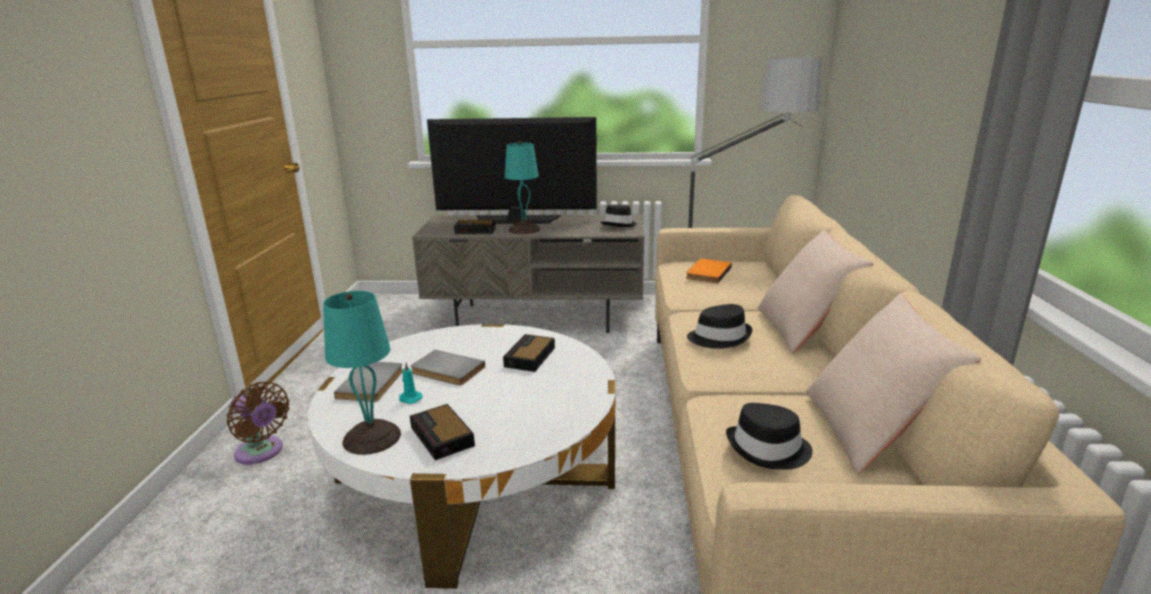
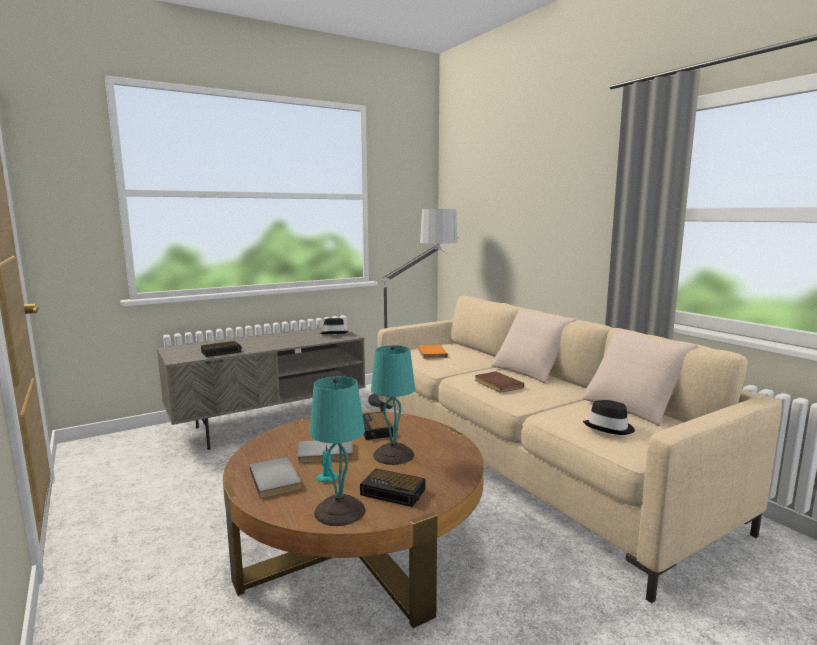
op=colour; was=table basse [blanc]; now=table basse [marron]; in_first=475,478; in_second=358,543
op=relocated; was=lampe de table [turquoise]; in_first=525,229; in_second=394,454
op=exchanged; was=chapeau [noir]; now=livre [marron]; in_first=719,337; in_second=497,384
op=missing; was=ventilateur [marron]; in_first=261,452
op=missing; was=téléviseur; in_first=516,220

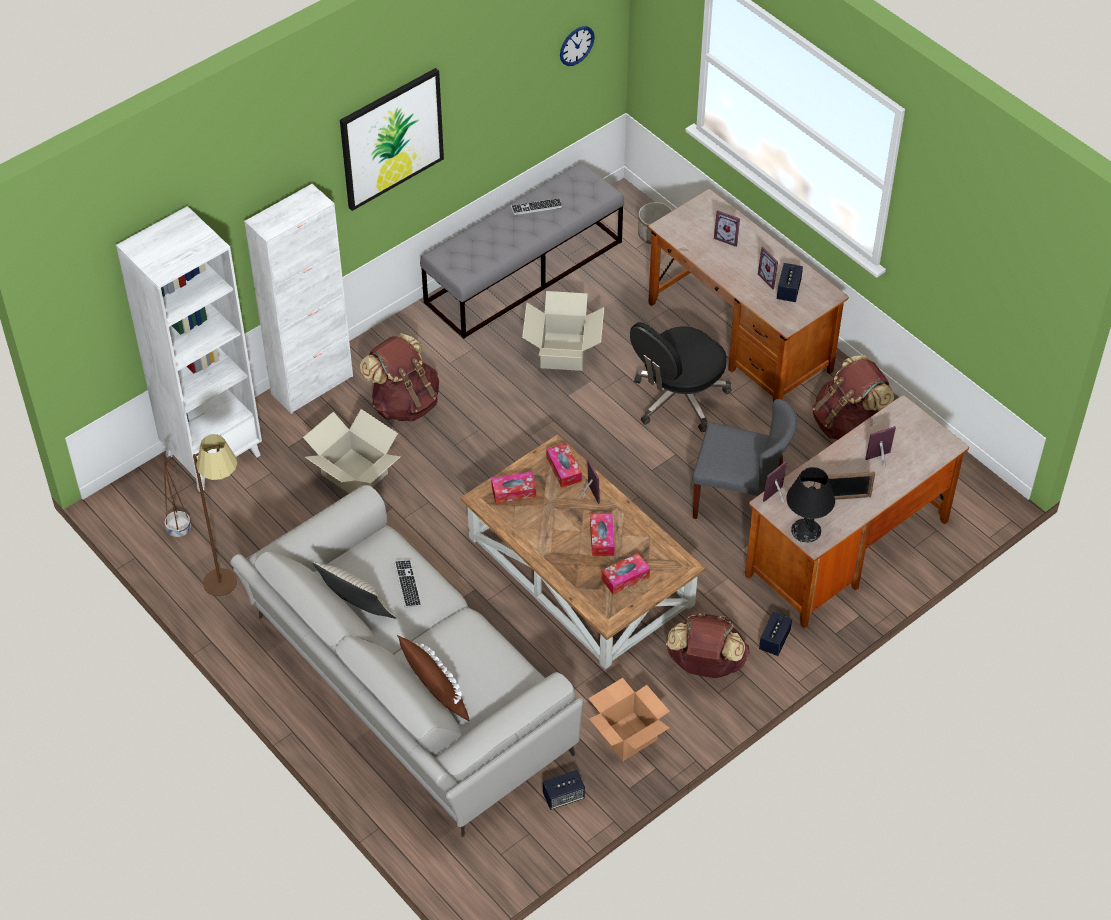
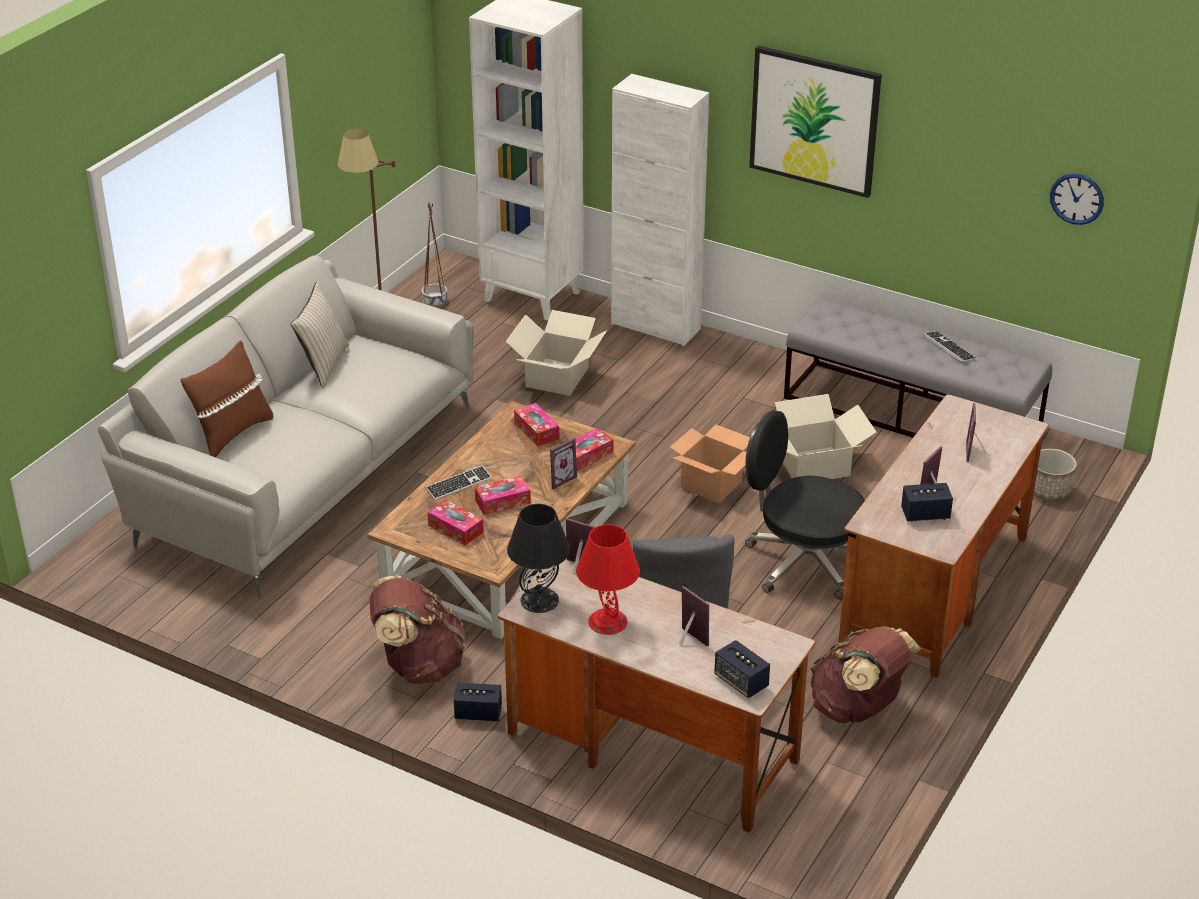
op=relocated; was=clavier; in_first=407,584; in_second=458,484
op=exchanged; was=cadre photo; now=lampe de table [rouge]; in_first=844,498; in_second=608,621
op=relocated; was=carton; in_first=627,737; in_second=710,485
op=relocated; was=enceinte; in_first=563,796; in_second=741,682
op=missing; was=sac à dos [marron]; in_first=404,403

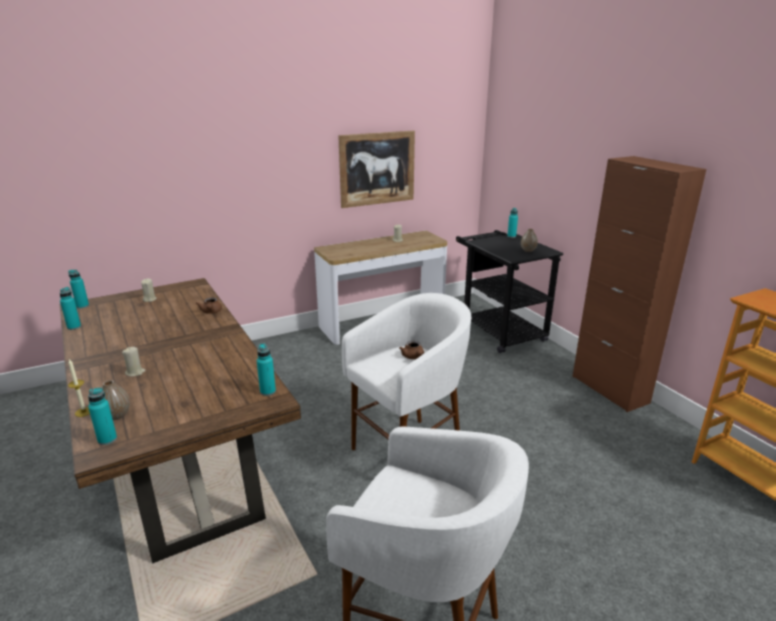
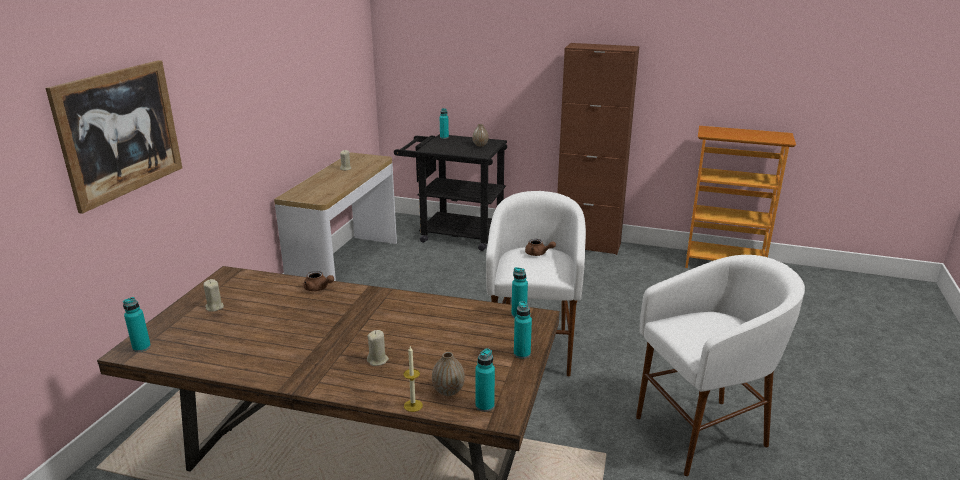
op=relocated; was=tableau; in_first=377,168; in_second=120,132
op=relocated; was=bouteille [turquoise]; in_first=74,327; in_second=522,354

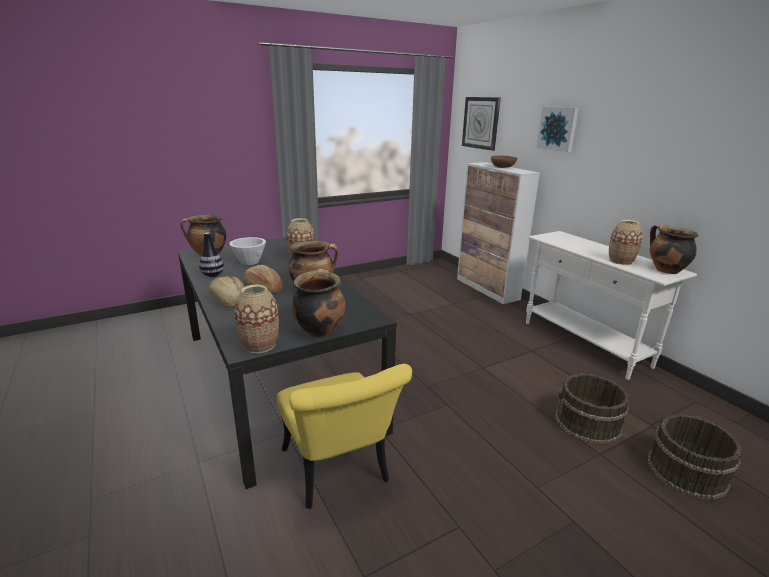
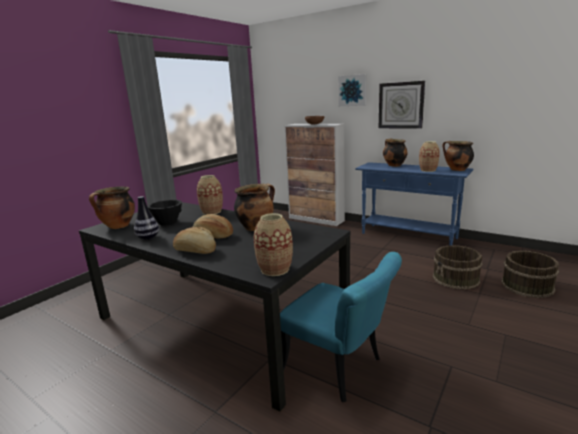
op=colour; was=bol [blanc]; now=bol [noir]; in_first=250,262; in_second=167,222
op=colour; was=chaise [jaune]; now=chaise [turquoise]; in_first=339,473; in_second=340,368
op=colour; was=table console [blanc]; now=table console [bleu]; in_first=584,344; in_second=408,236
op=relocated; was=horloge murale; in_first=481,123; in_second=401,105
op=relocated; was=marmite; in_first=319,330; in_second=393,165

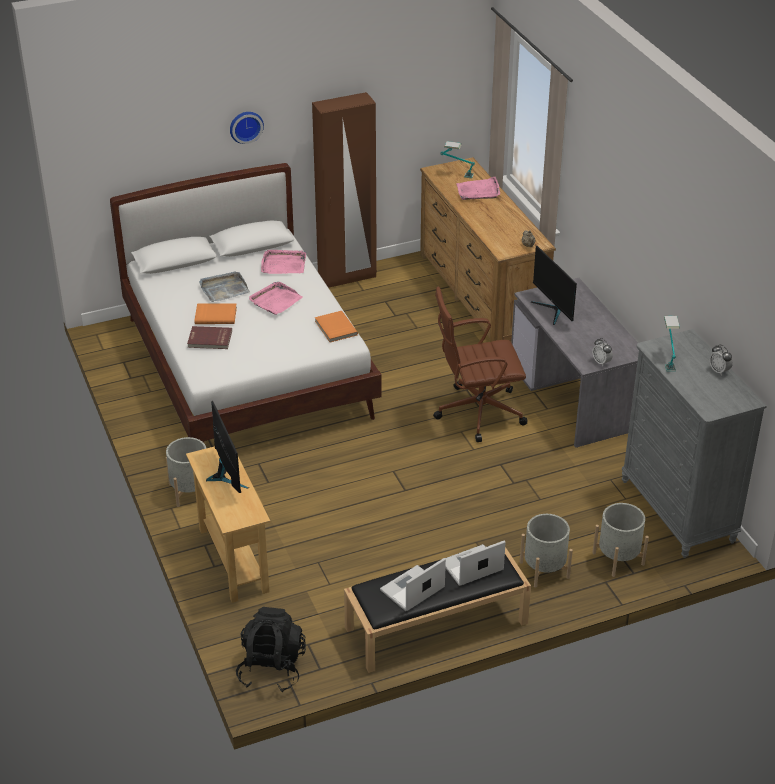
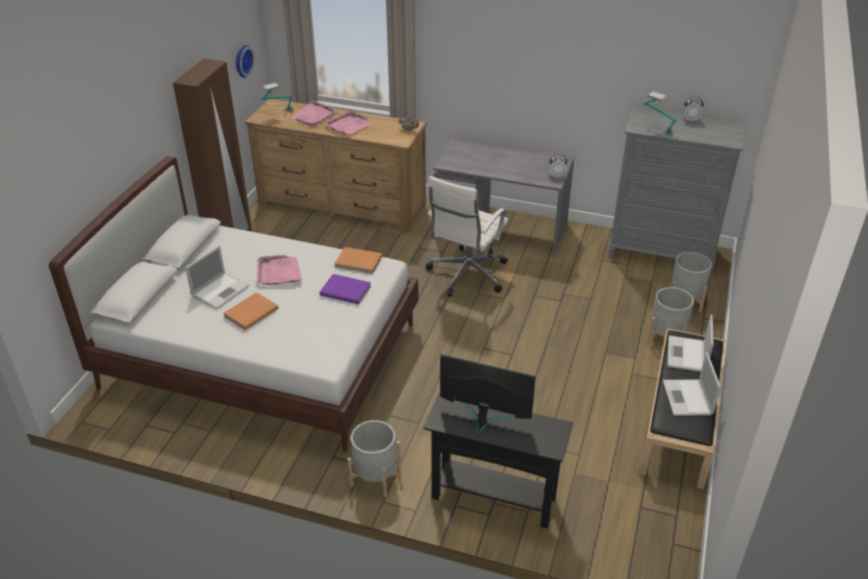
op=exchanged; was=plateau [gris]; now=ordinateur portable; in_first=223,289; in_second=221,290
op=relocated; was=horloge murale; in_first=245,126; in_second=242,61
op=appeared; now=livre [violet]; in_second=346,290
op=relocated; was=plateau [rose]; in_first=283,264; in_second=348,125
op=colour; was=table console [beige]; now=table console [noir]; in_first=233,560; in_second=493,497
op=colour; was=chaise de bureau [marron]; now=chaise de bureau [blanc]; in_first=477,412; in_second=466,275
op=missing; was=livre [rouge]; in_first=209,339
op=missing; was=sac à dos [noir]; in_first=271,668
op=missing; was=écran d'ordinateur; in_first=553,310

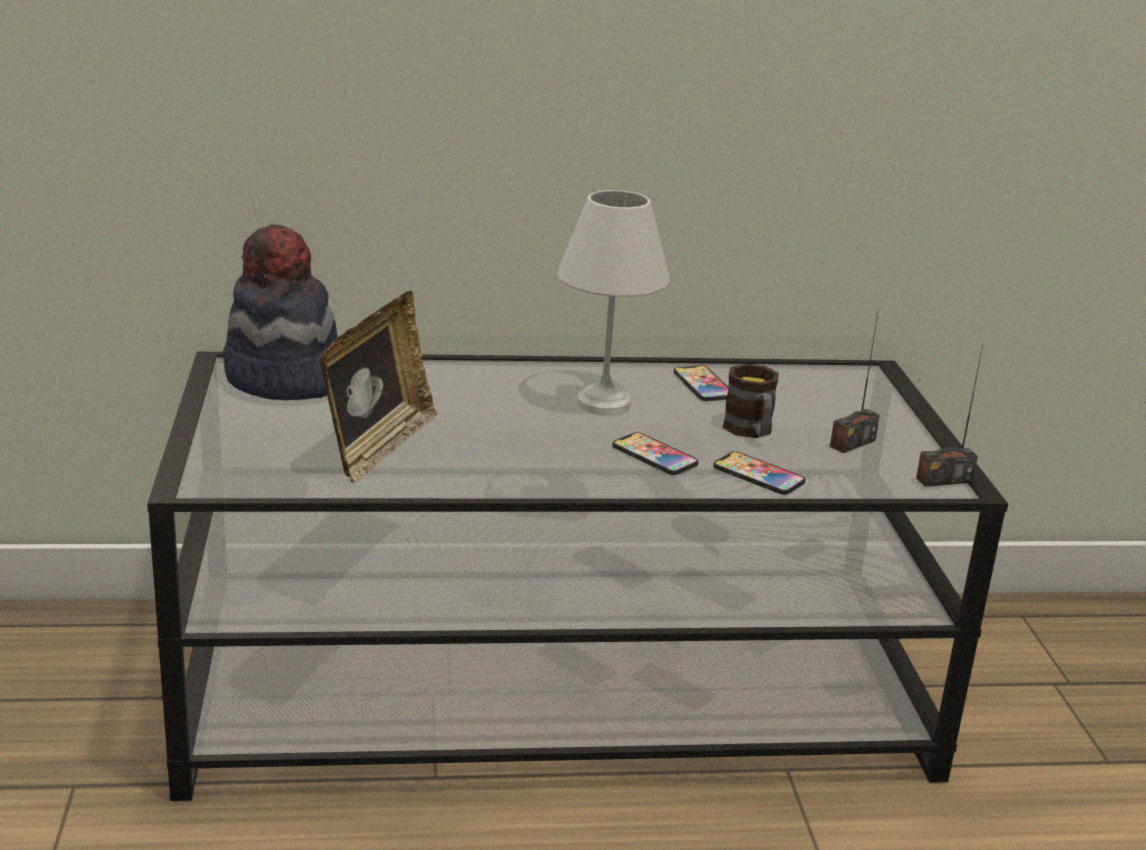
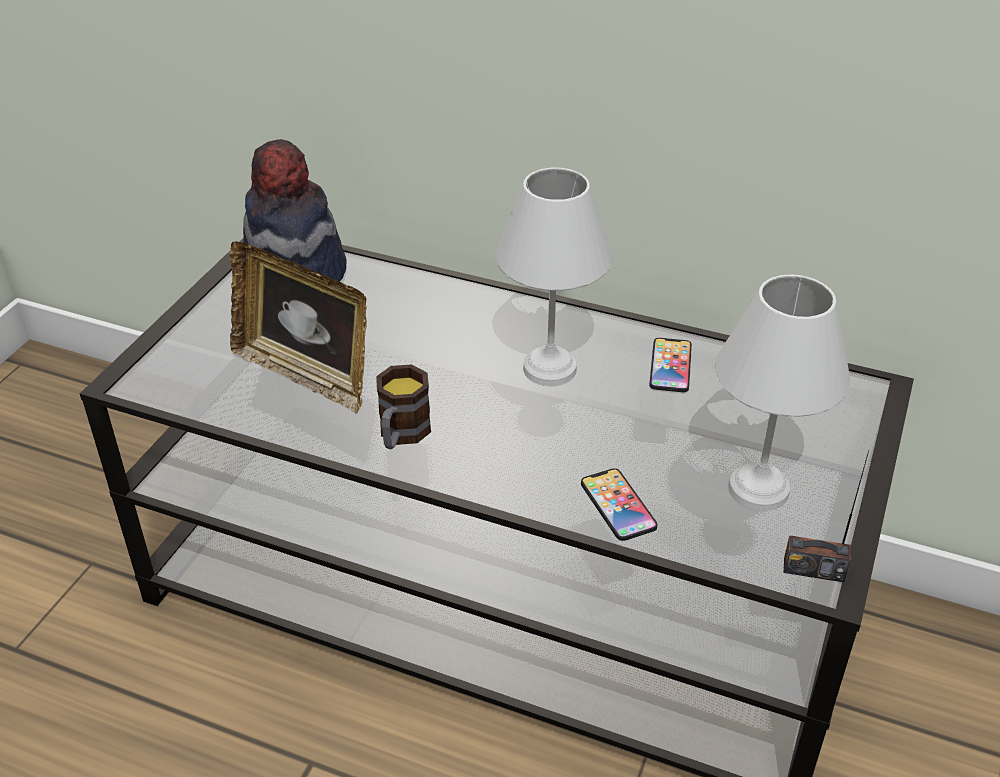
op=spun; was=cadre photo; in_first=377,447; in_second=305,374; clockwise=75
op=relocated; was=mug; in_first=751,431; in_second=401,435
op=exchanged; was=radio; now=lampe de table [blanc]; in_first=852,443; in_second=759,487
op=missing; was=téléphone; in_first=654,455

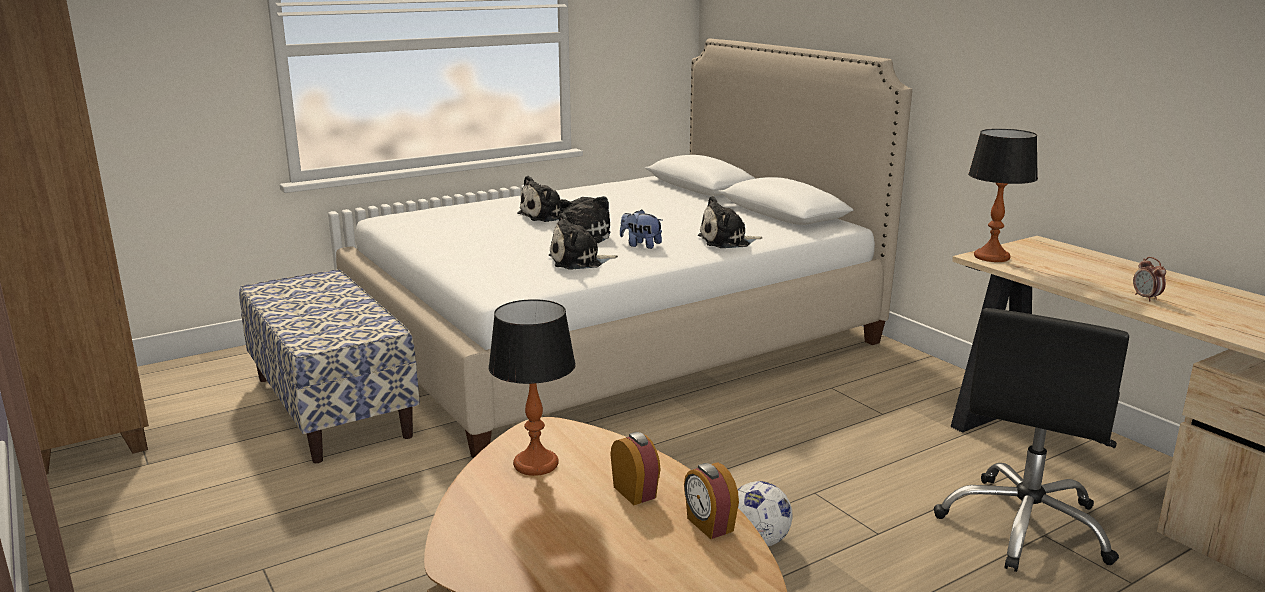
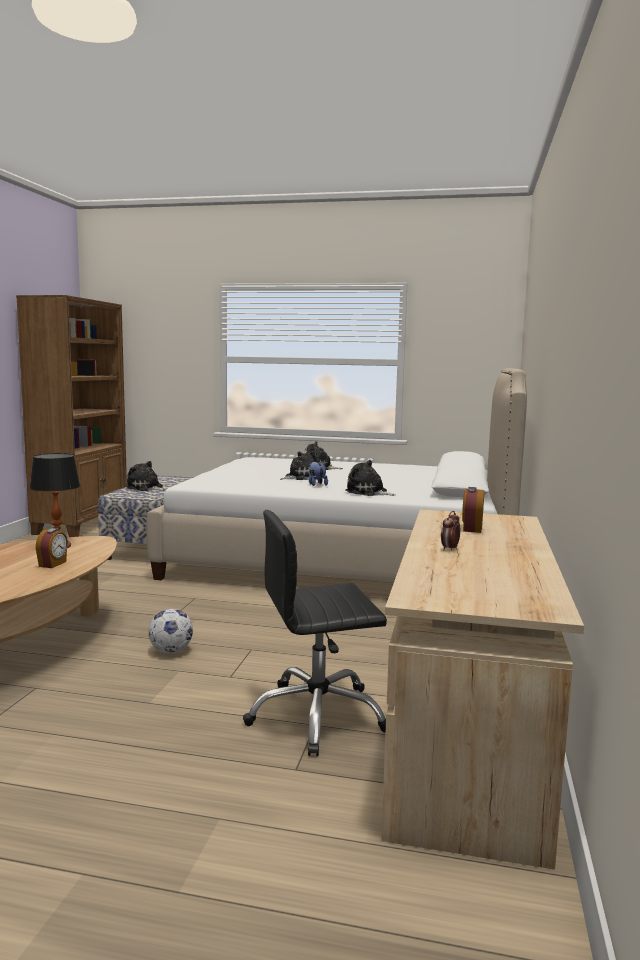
op=relocated; was=peluche; in_first=579,261; in_second=146,488
op=relocated; was=réveil; in_first=709,525; in_second=471,529
op=missing; was=lampe de table; in_first=992,257

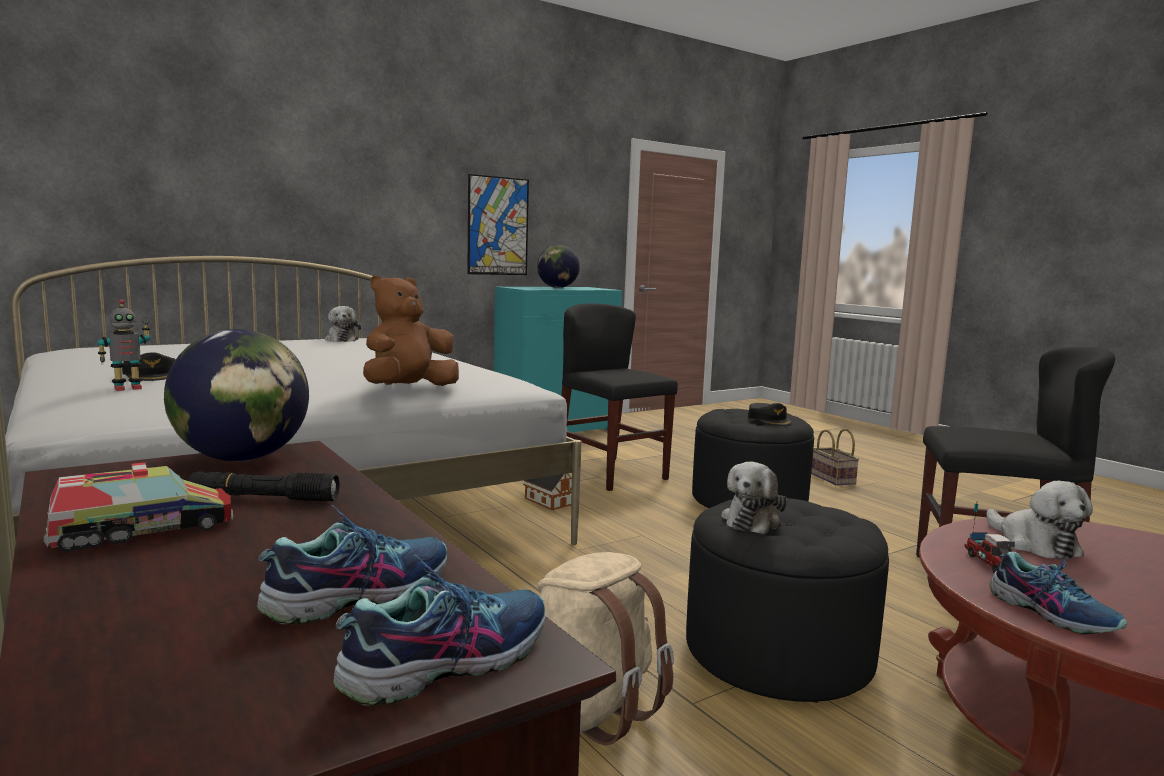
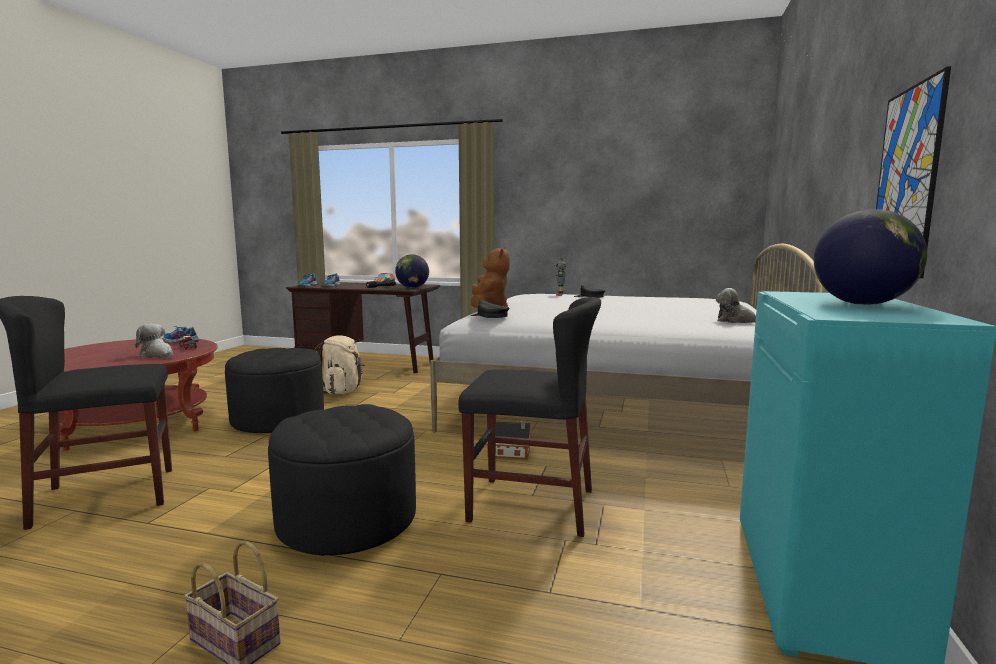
op=relocated; was=casquette [noir]; in_first=769,420; in_second=489,316
op=missing; was=peluche; in_first=752,520

